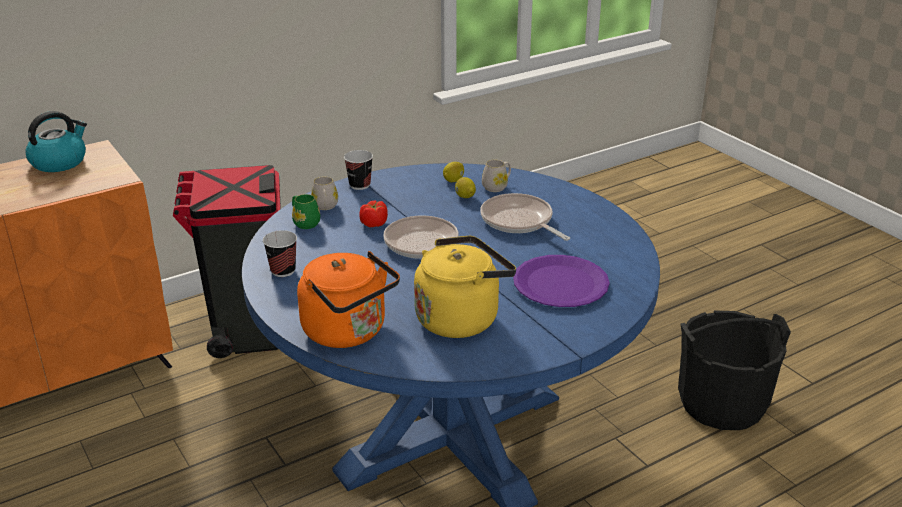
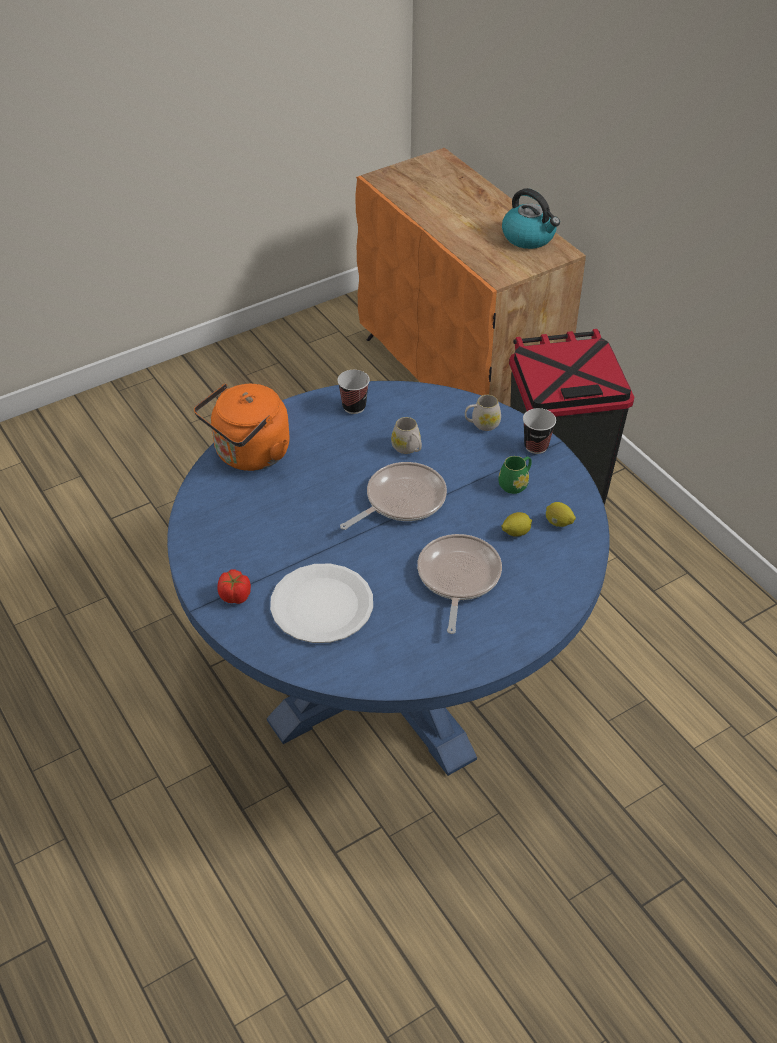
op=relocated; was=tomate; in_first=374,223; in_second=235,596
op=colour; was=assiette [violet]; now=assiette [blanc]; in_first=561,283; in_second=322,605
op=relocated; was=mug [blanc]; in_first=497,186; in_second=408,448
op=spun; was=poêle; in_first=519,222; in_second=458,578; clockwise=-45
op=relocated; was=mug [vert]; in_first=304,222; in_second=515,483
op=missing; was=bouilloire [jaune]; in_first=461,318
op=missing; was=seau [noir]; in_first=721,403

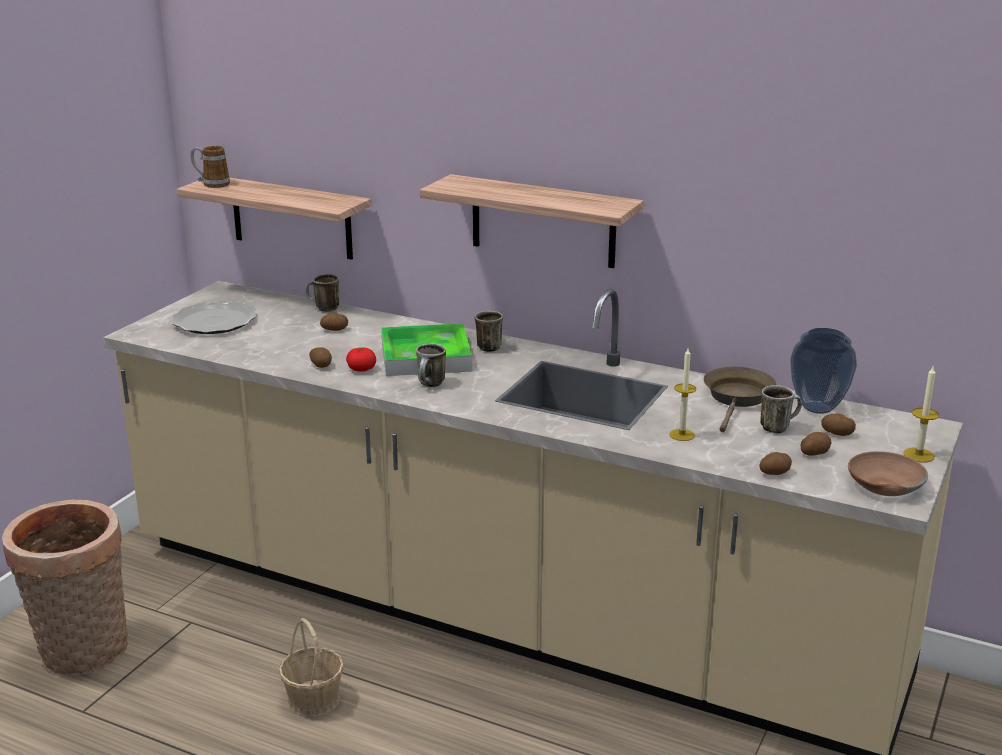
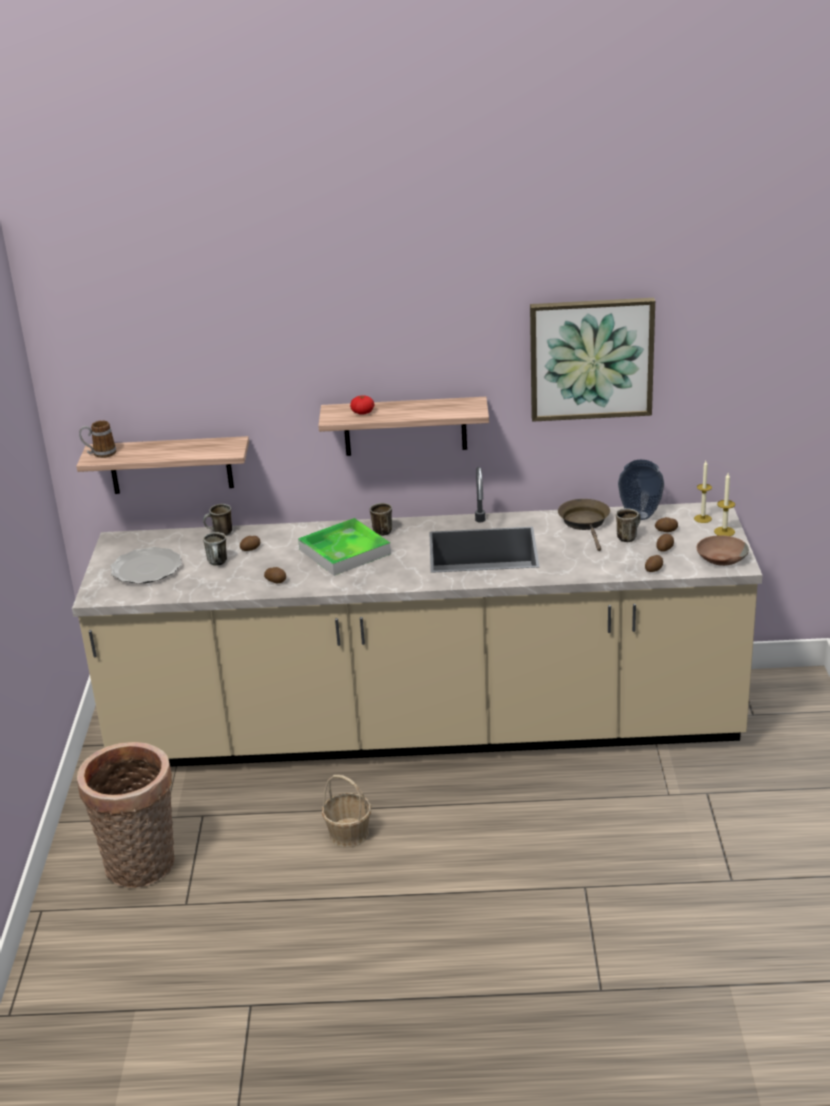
op=relocated; was=mug; in_first=431,385; in_second=218,563
op=relocated; was=tomate; in_first=361,369; in_second=362,412
op=appeared; now=tableau; in_second=591,358
op=relocated; was=bougie; in_first=682,435; in_second=702,518

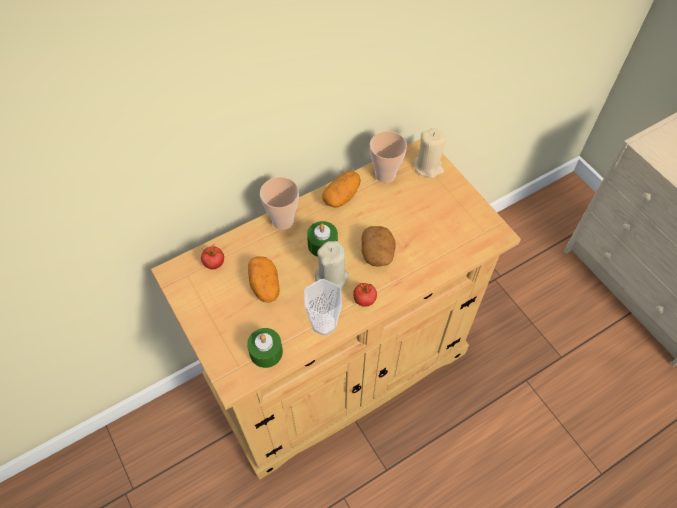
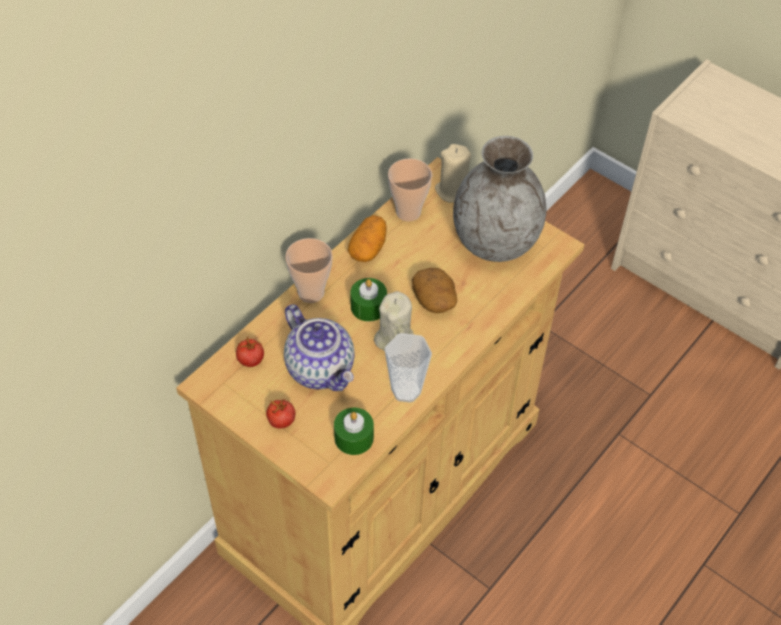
op=relocated; was=tomate; in_first=364,299; in_second=281,421
op=exchanged; was=pomme de terre; now=théière; in_first=265,286; in_second=321,368
op=appeared; now=vase [gris]; in_second=495,242

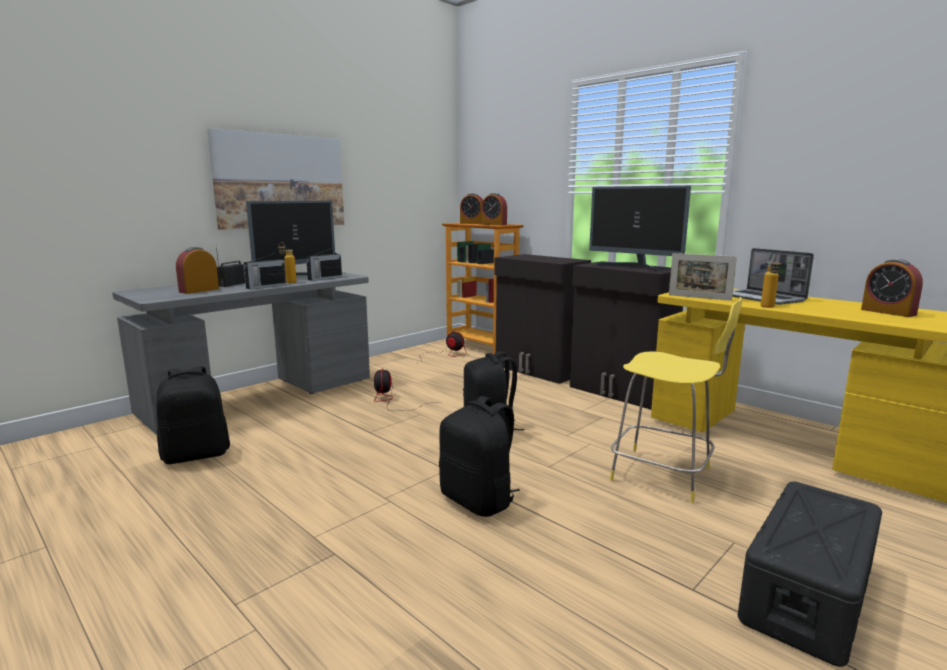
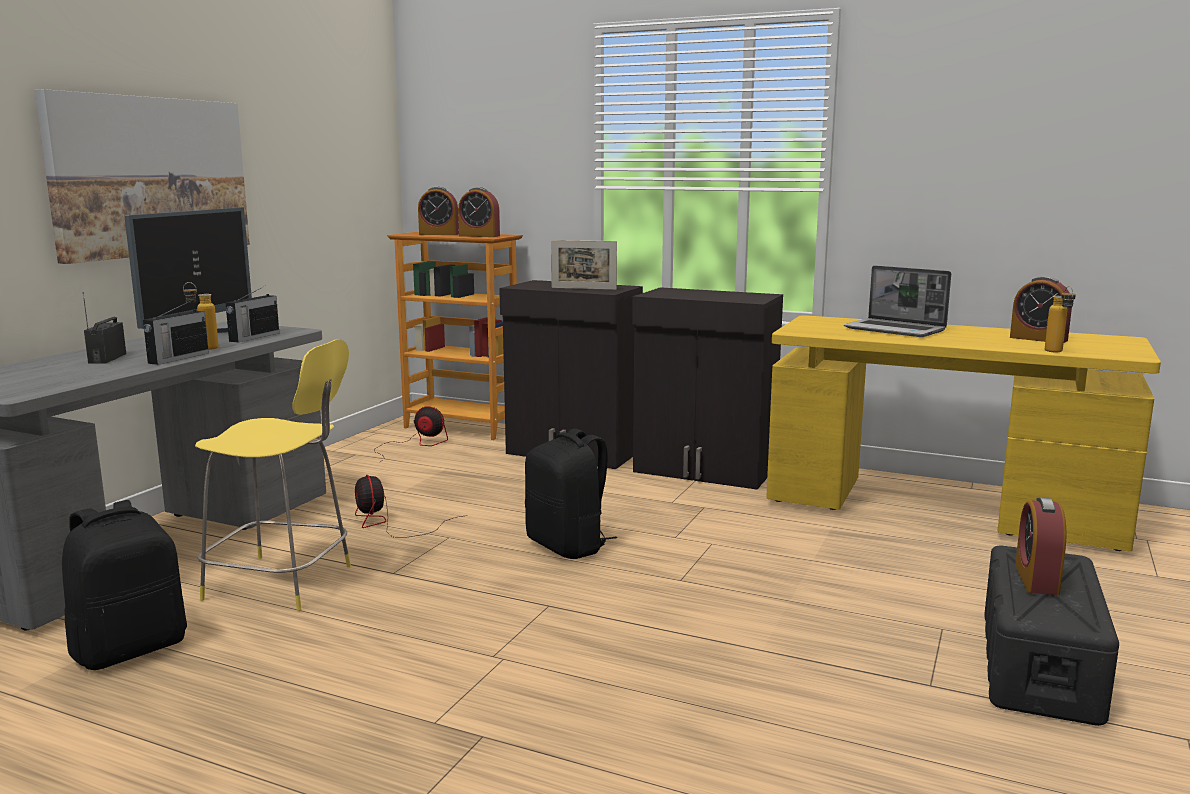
op=relocated; was=tabouret [jaune]; in_first=665,475; in_second=283,583
op=relocated; was=cadre photo; in_first=699,297; in_second=583,288
op=relocated; was=réveil; in_first=199,290; in_second=1036,579
op=relocated; was=bouteille; in_first=768,307; in_second=1057,352
op=missing; was=sac à dos [noir]; in_first=478,500
op=missing; was=écran d'ordinateur; in_first=634,267

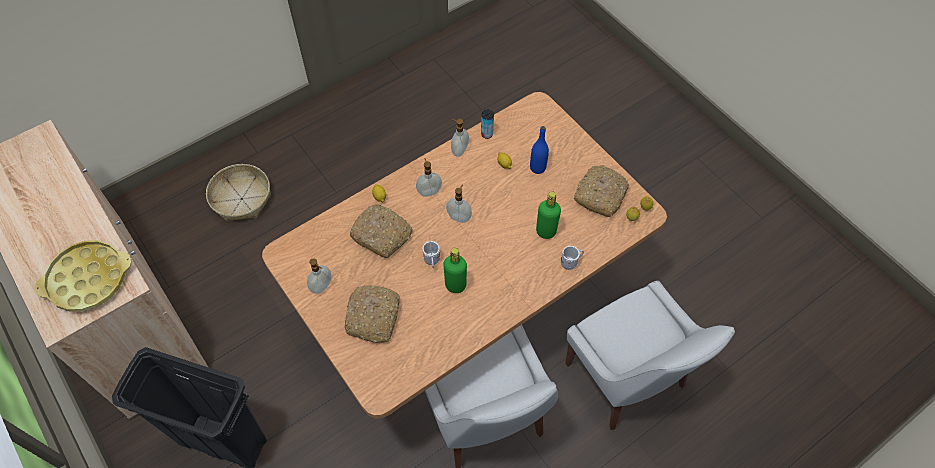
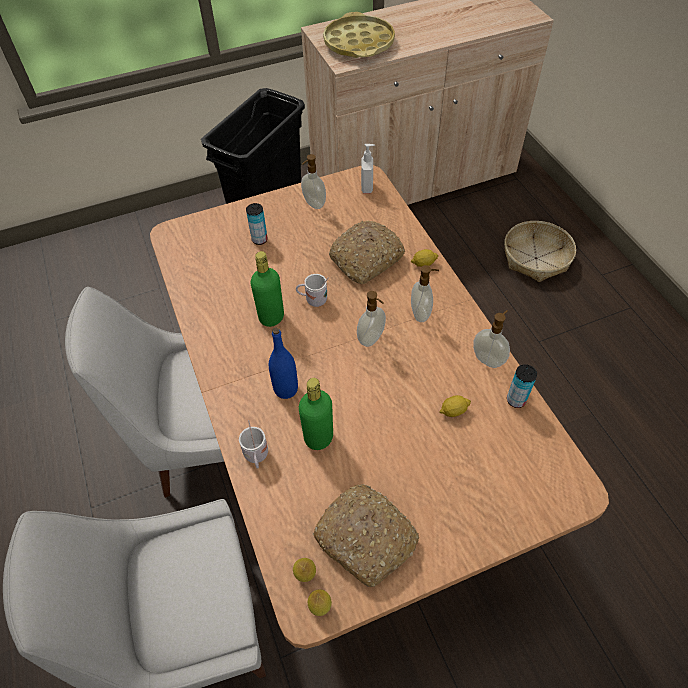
op=exchanged; was=pain; now=boîte métallique; in_first=373,318; in_second=259,239
op=relocated; was=bouteille [bleu]; in_first=537,168; in_second=286,389
op=appeared; now=distributeur de savon; in_second=367,187

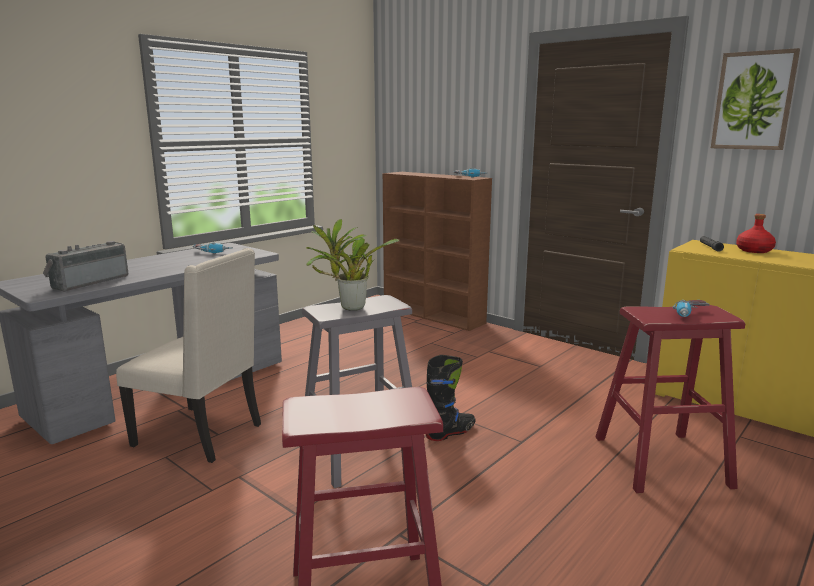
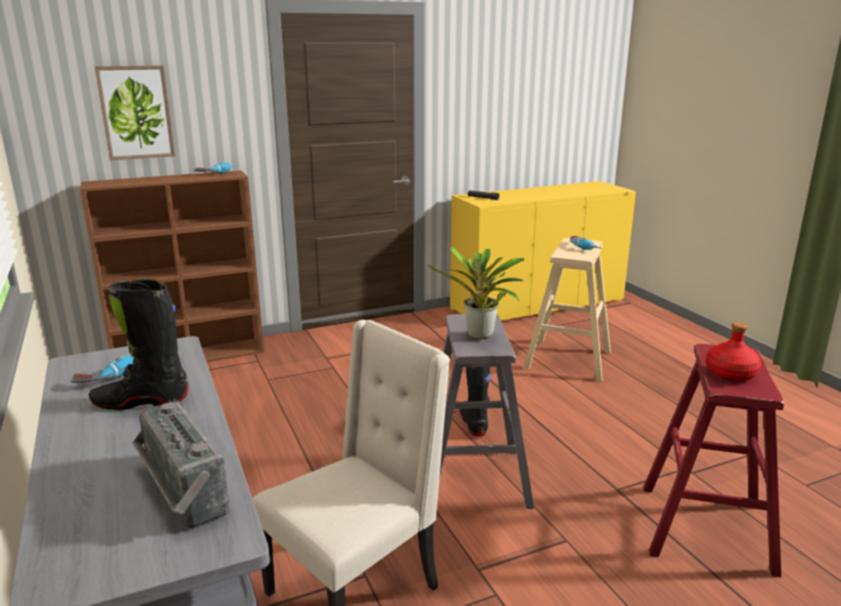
op=appeared; now=botte [noir]; in_second=141,401
op=relocated; was=tableau; in_first=753,101; in_second=136,112
op=colour; was=tabouret [rouge]; now=tabouret [beige]; in_first=661,461; in_second=568,359
op=relocated; was=bouteille [rouge]; in_first=754,250; in_second=730,373

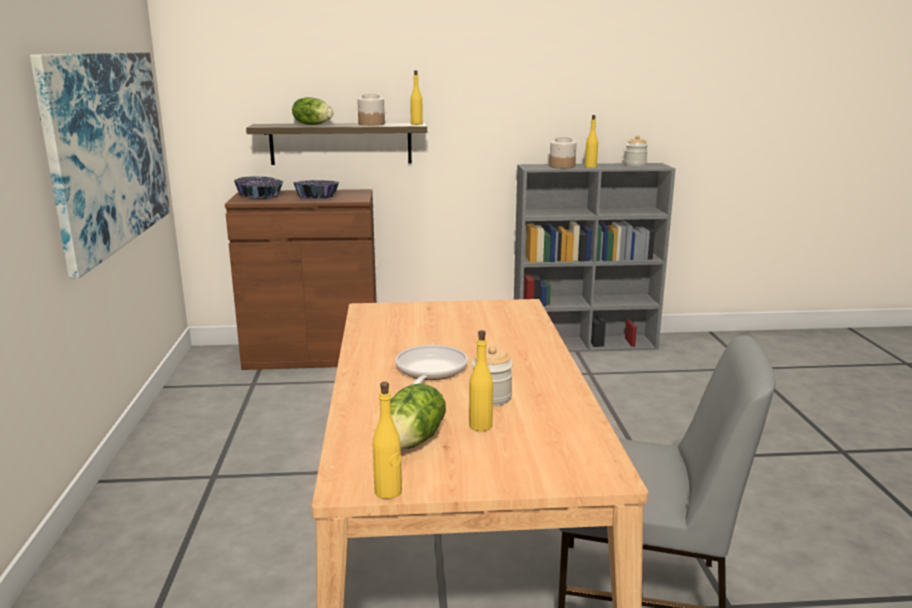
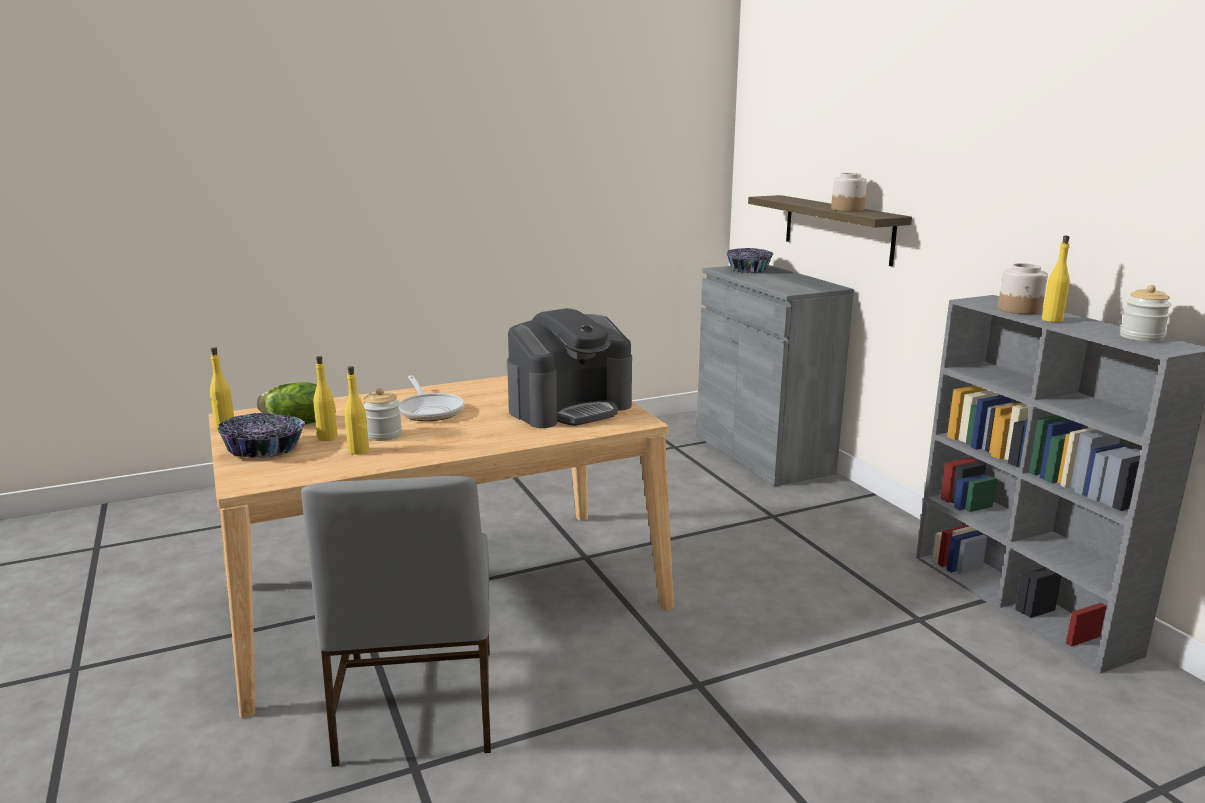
op=relocated; was=bol; in_first=317,197; in_second=264,449
op=relocated; was=bouteille [jaune]; in_first=416,124; in_second=359,451
op=spun; was=poêle; in_first=429,371; in_second=430,410; clockwise=75
op=appeared; now=machine à café; in_second=570,408
op=colour; was=meuble de rangement [marron]; now=meuble de rangement [gris]; in_first=312,355; in_second=762,453
op=missing; was=tableau; in_first=109,150
op=missing; was=laitue; in_first=313,125

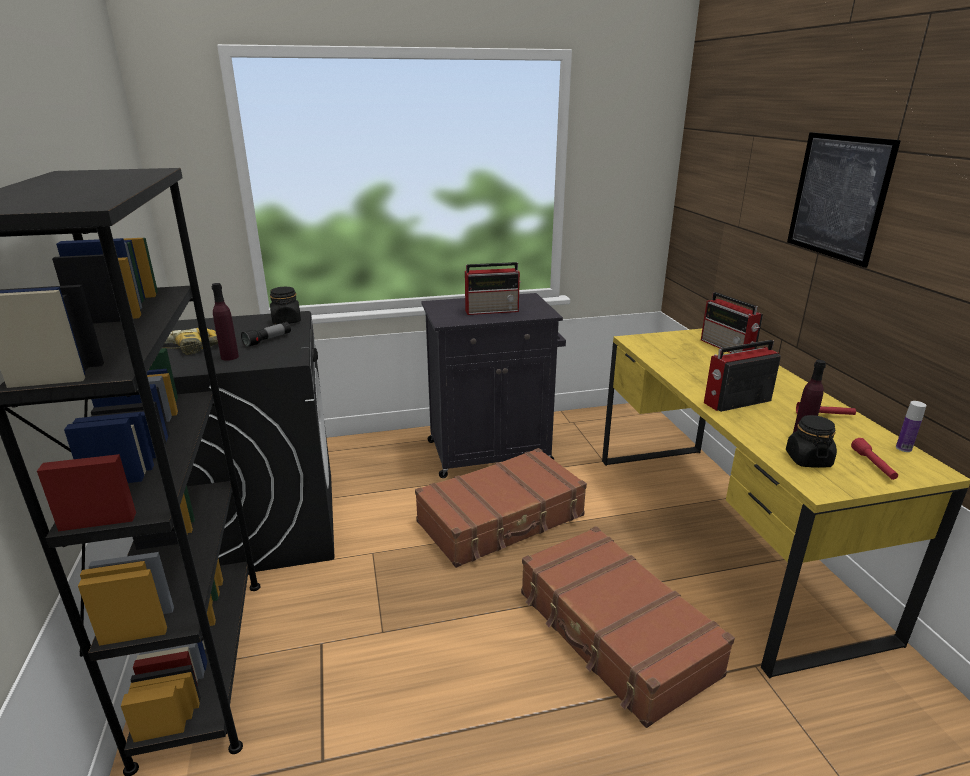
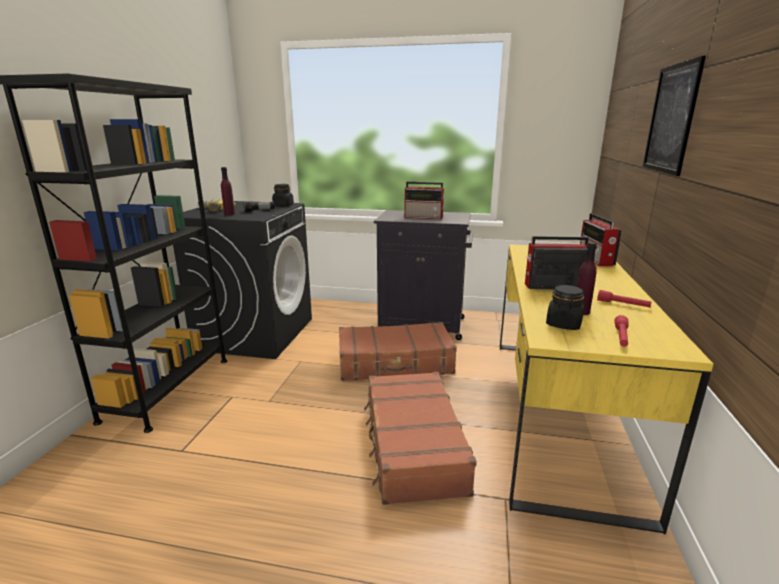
op=missing; was=bouteille; in_first=903,448

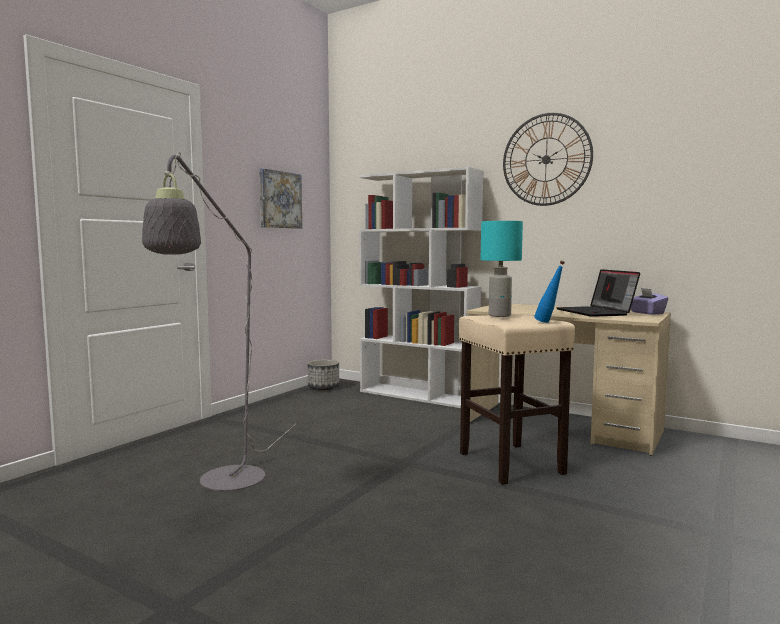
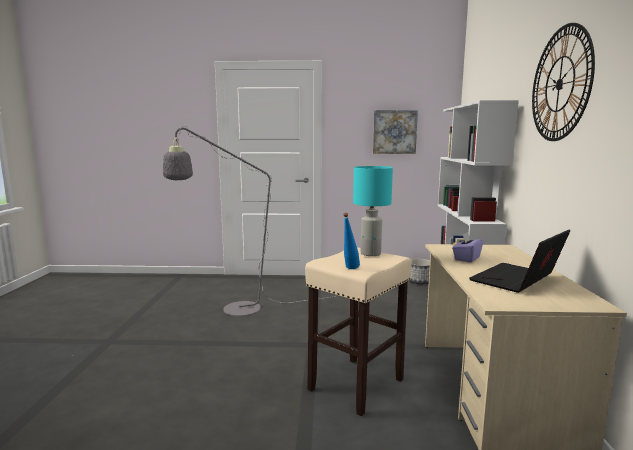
op=relocated; was=boîte à mouchoirs [violet]; in_first=647,313; in_second=466,258

